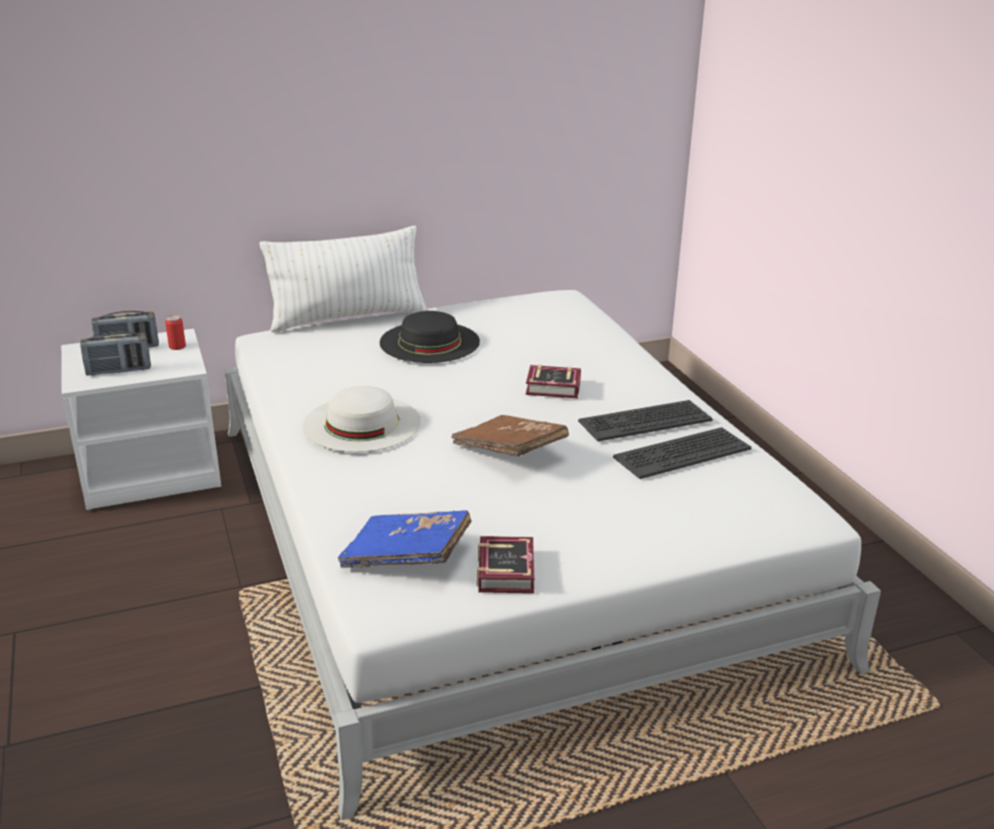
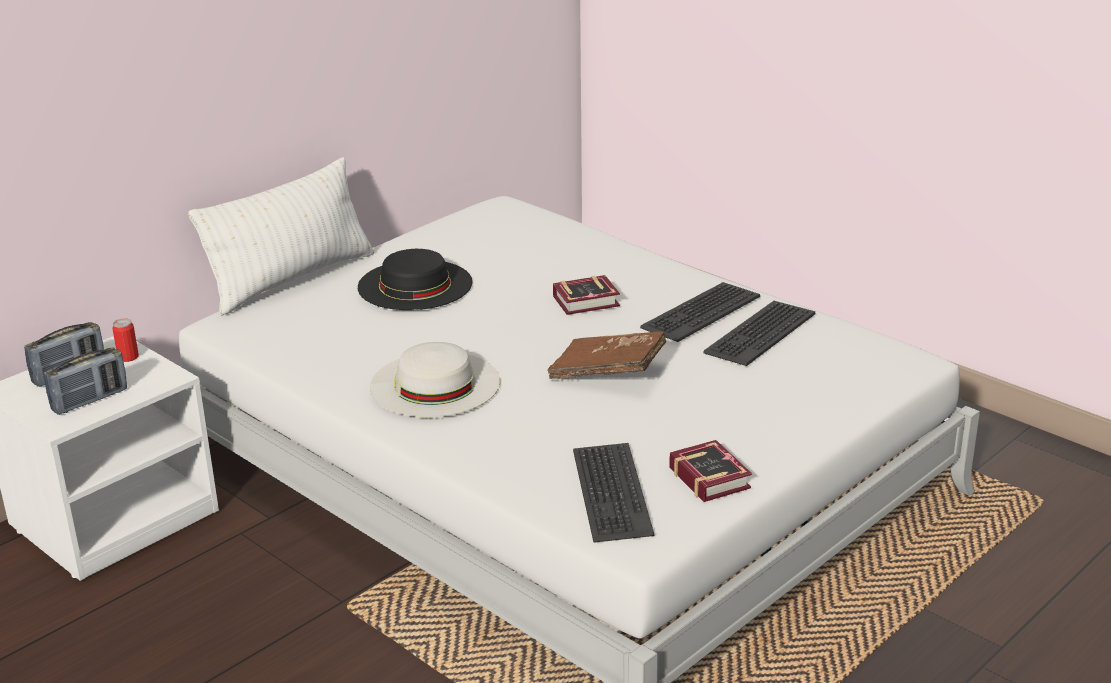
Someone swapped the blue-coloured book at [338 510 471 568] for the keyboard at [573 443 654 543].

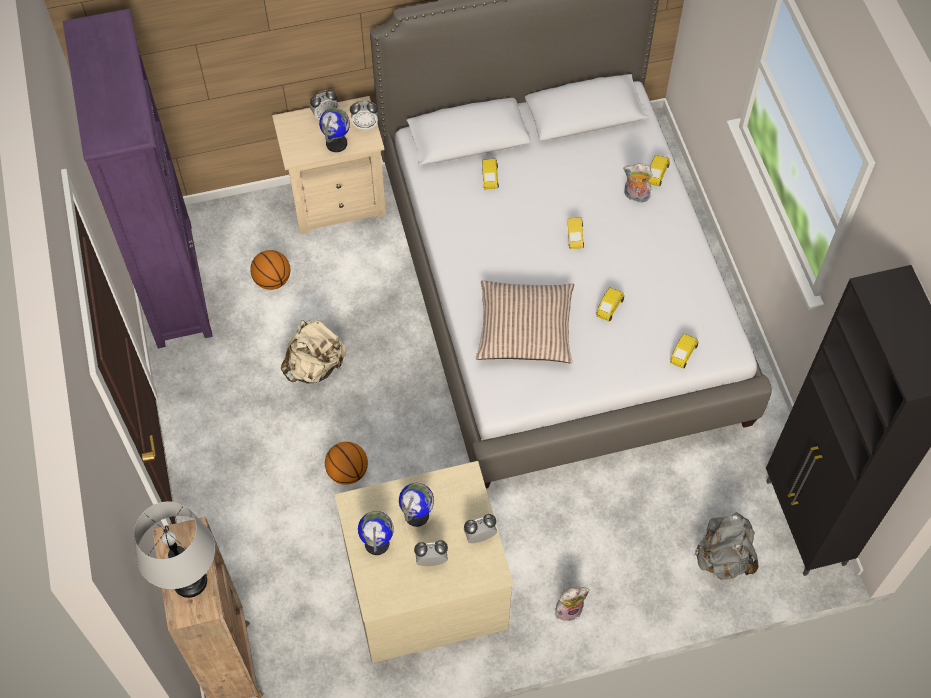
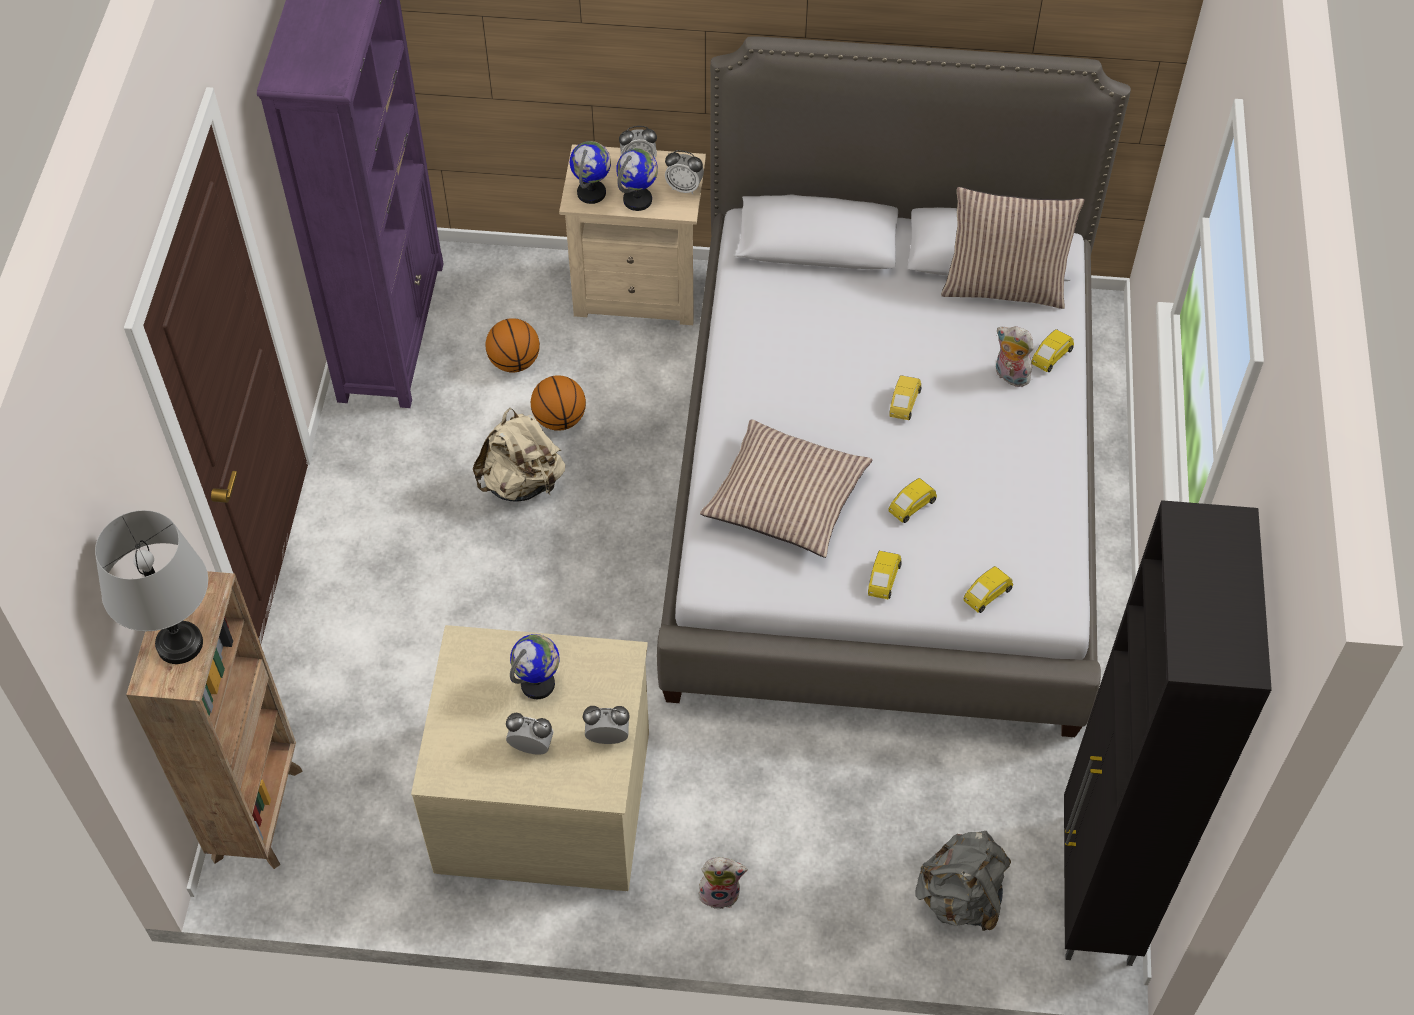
Someone put down the throw pillow at [941 187 1084 309]. Someone carried the ball for basketball from [325 442 368 485] to [531 375 586 431]. Someone carried the desk globe from [358 511 394 555] to [570 141 611 204]. Someone carried the yellowish model car from [482 159 499 190] to [868 551 902 600].

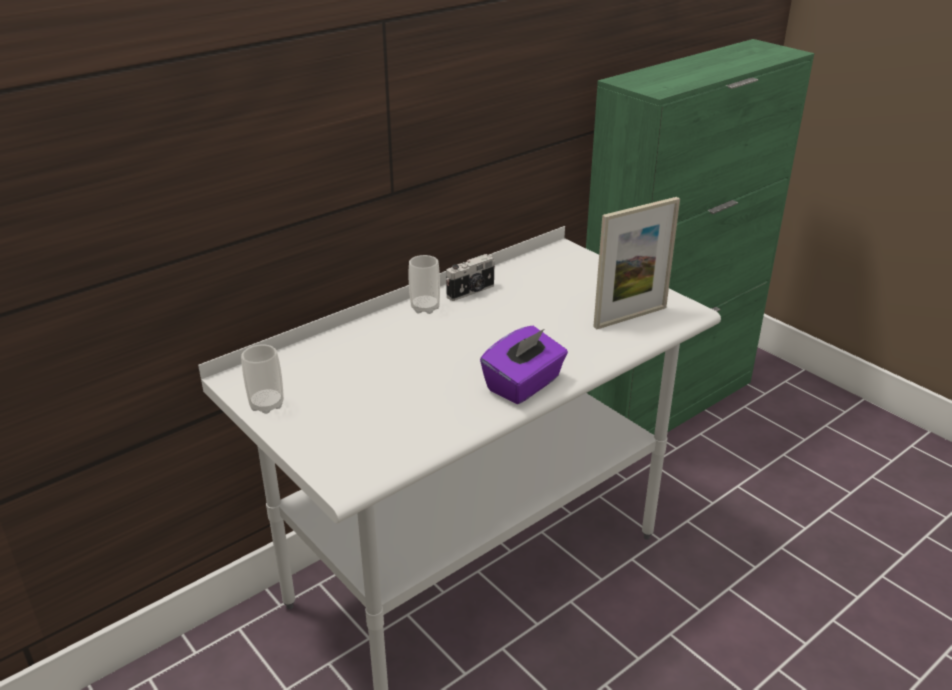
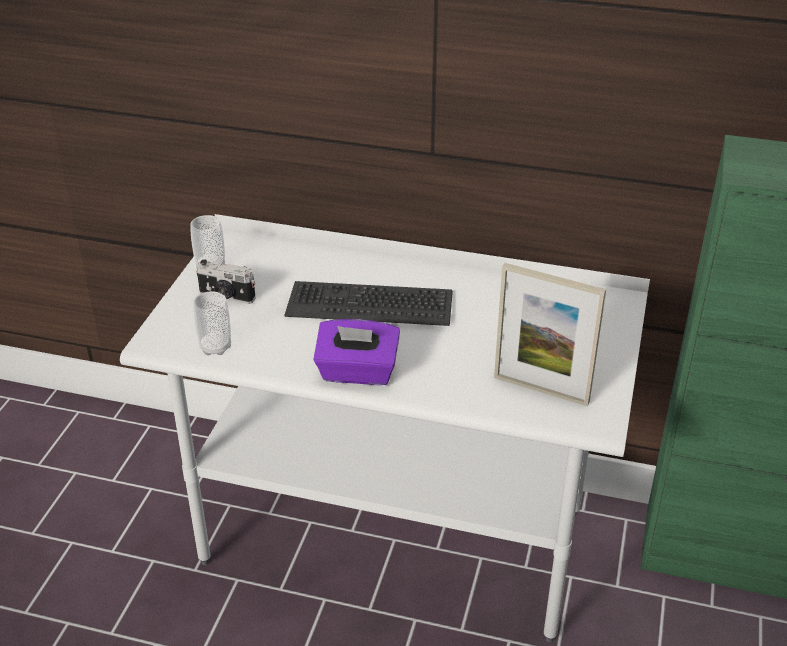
Someone put down the keyboard at [284 281 453 326]. Someone carried the small cup from [409 255 440 314] to [193 291 231 355]. Someone carried the photo camera from [446 254 495 301] to [196 260 256 304].

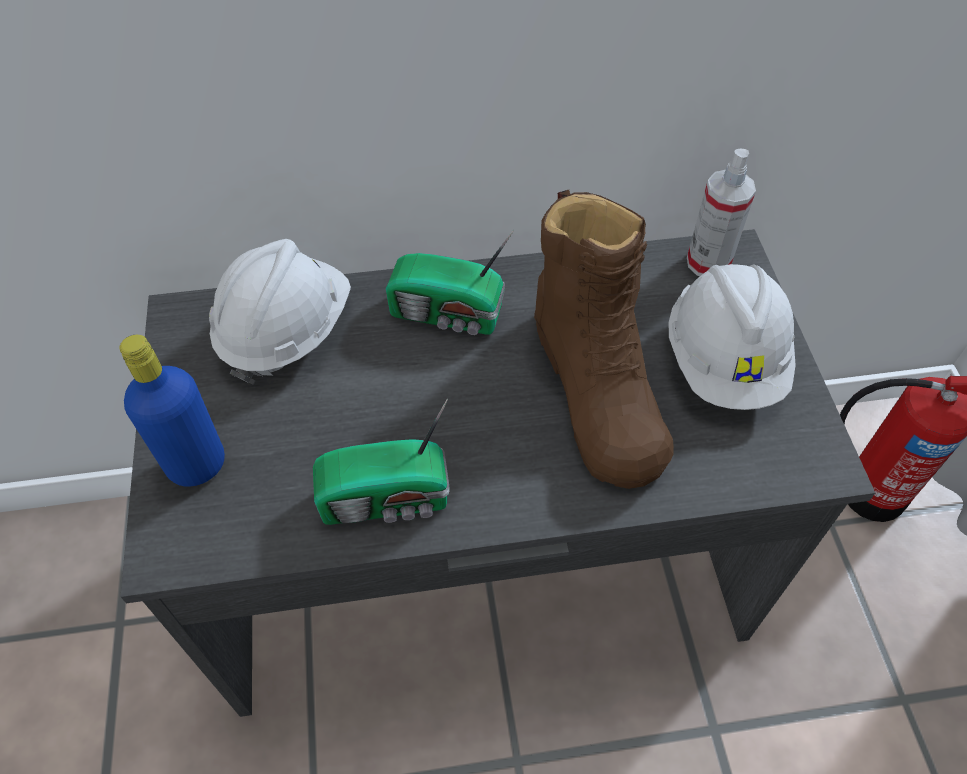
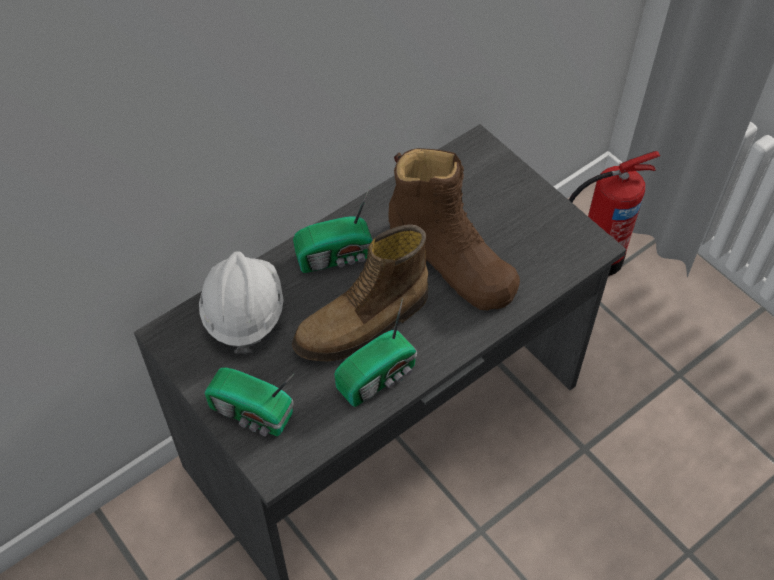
Someone took away the white-coloured work helmet at [668 264 796 410]. Someone took away the spray bottle at [687 148 756 276]. Someone put down the tall boot at [292 225 428 361]. Someone swapped the blue-coloured drink bottle at [119 335 225 486] for the radio receiver at [205 367 295 436].

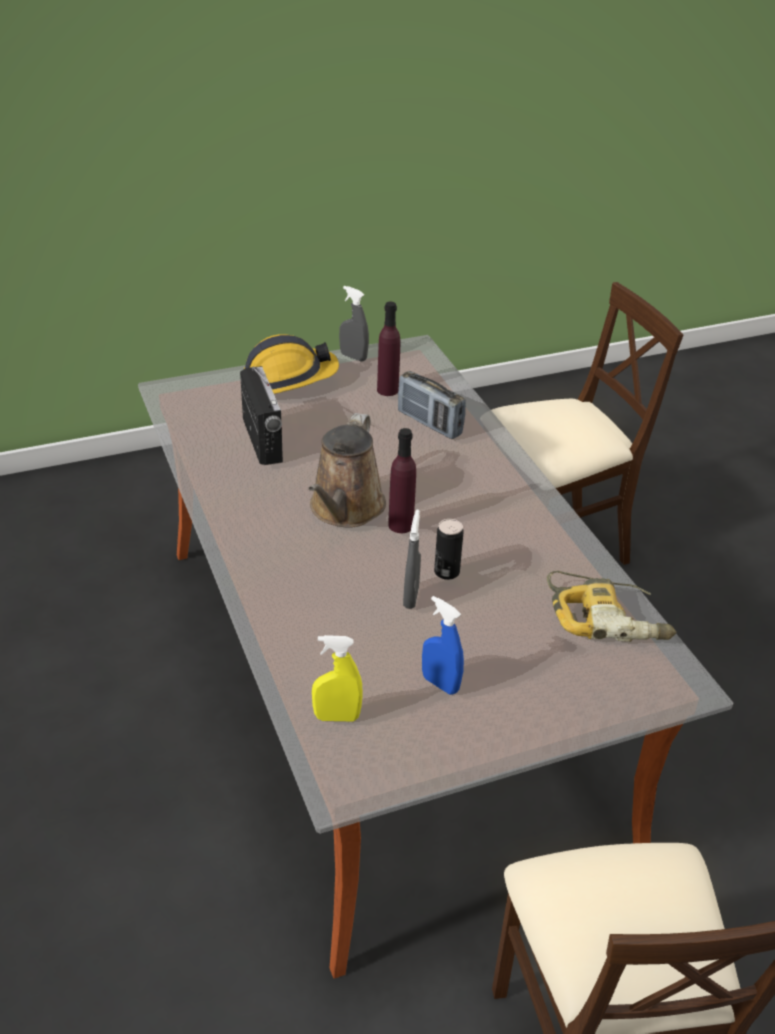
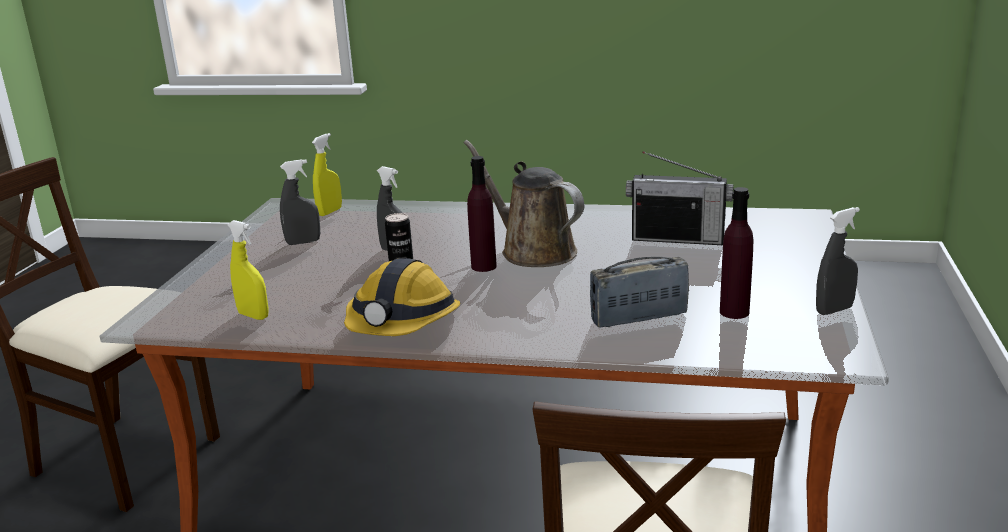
Someone carried the work helmet from [244 334 339 394] to [344 258 461 336]. Someone swapped the electric drill at [547 571 677 642] for the yellowish spray bottle at [228 220 268 320]. Someone repainted the blue-coloured spray bottle at [422 596 464 695], which became the grey spray bottle at [280 159 320 245].

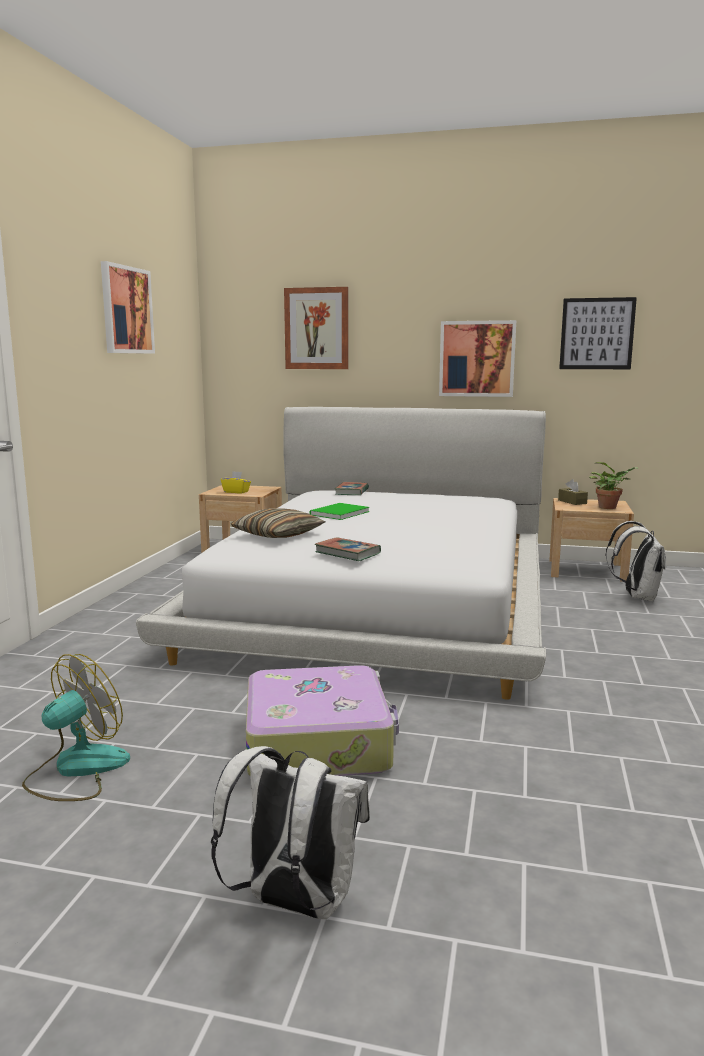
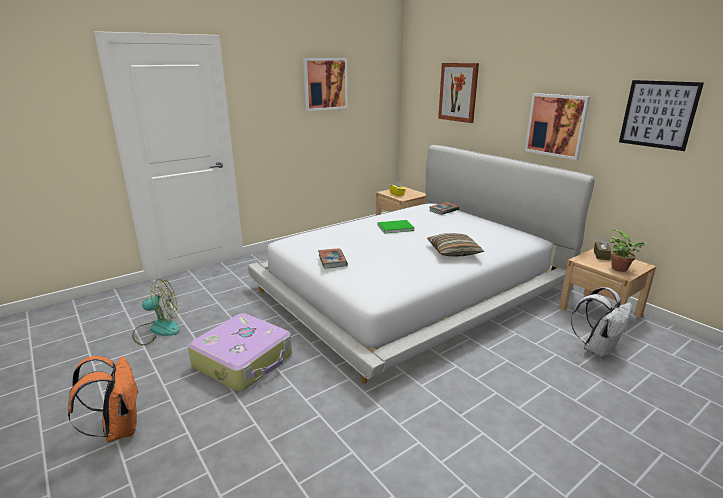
Someone carried the throw pillow from [231 508 326 538] to [427 233 485 257]. Someone repainted the white-coloured knapsack at [211 746 370 919], which became the orangey knapsack at [68 356 139 442].

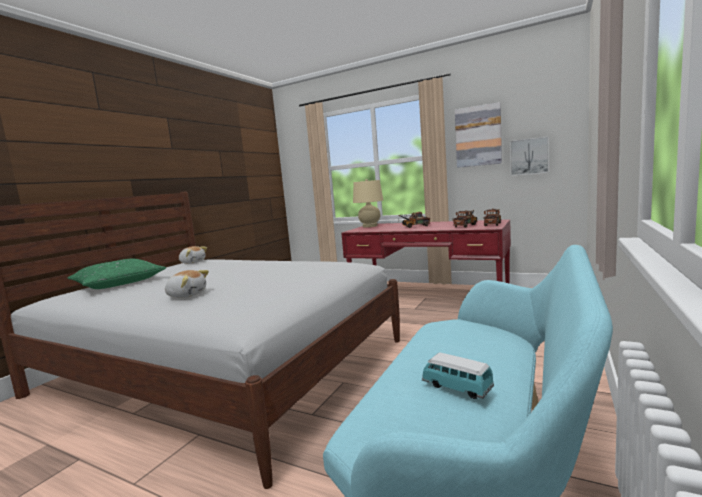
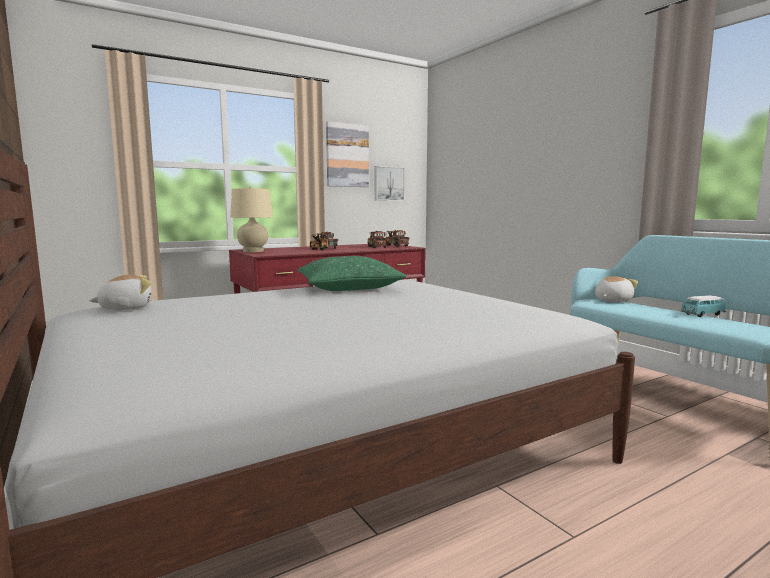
Someone carried the green throw pillow from [68 259 166 289] to [298 256 406 291]. Someone carried the cuddly toy from [165 270 209 298] to [595 276 638 302].

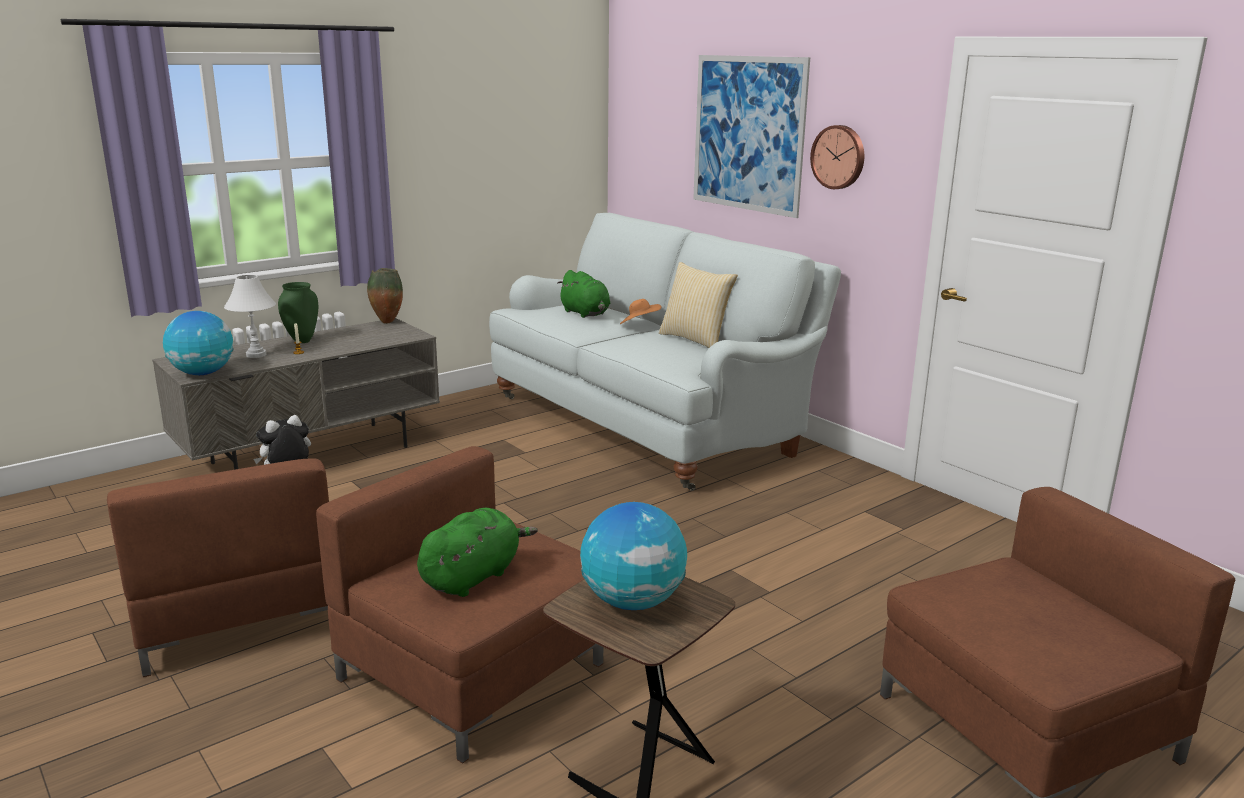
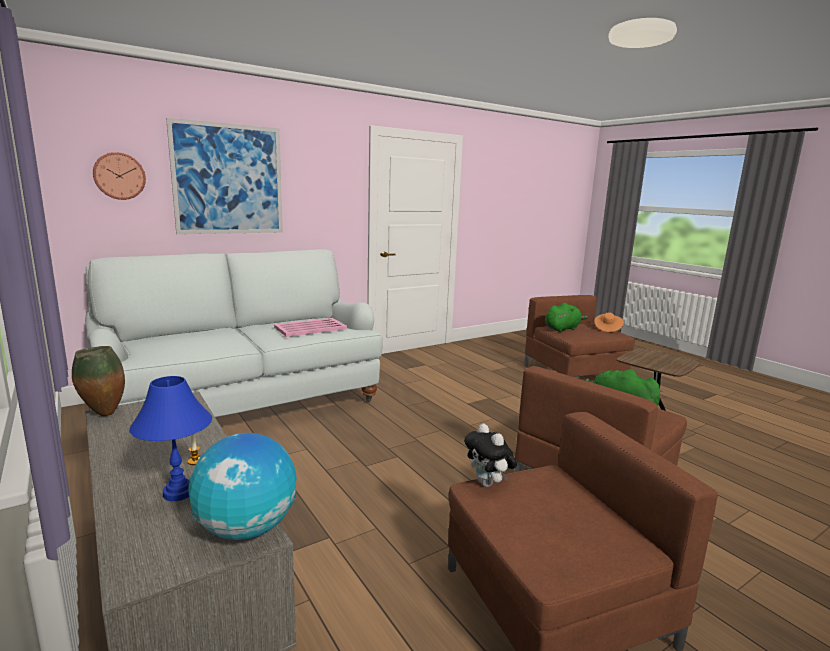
Someone took away the green decorative vase at [278 282 318 343]. Someone took away the desk globe at [580 502 687 610]. Someone took away the throw pillow at [659 262 738 348]. Someone put down the pinkish carrying tray at [274 318 347 337]. Someone carried the green cuddly toy from [557 270 610 318] to [545 303 588 332]. Someone carried the orangey wearable hat from [620 299 662 324] to [594 313 624 332]. Someone carried the hanging clock from [810 125 864 189] to [93 152 146 200]. Someone repainted the white-coloured lamp for a table at [224 275 276 358], which became the blue-coloured lamp for a table at [129 376 212 501].

